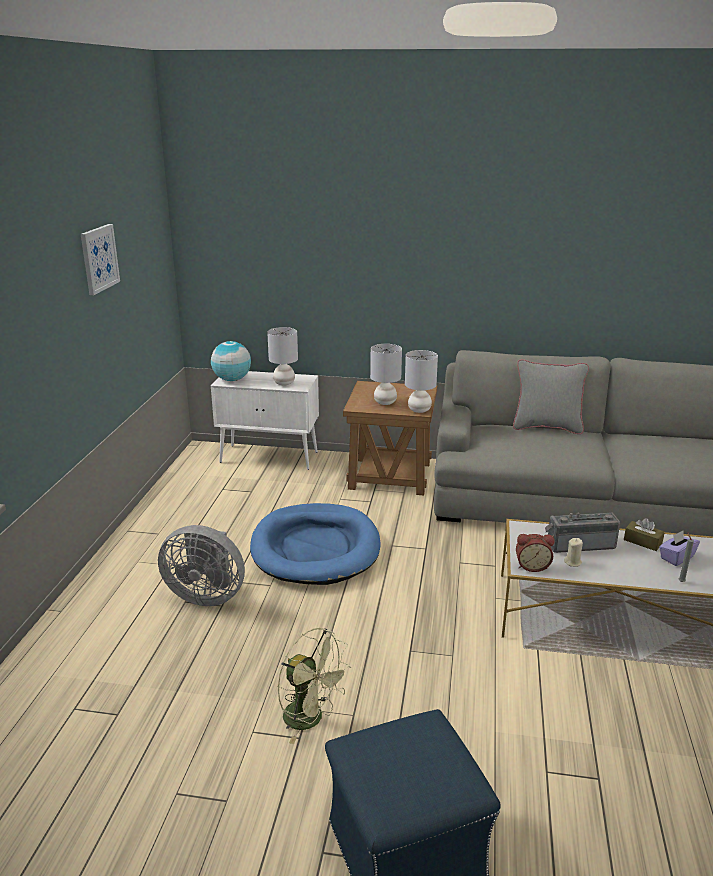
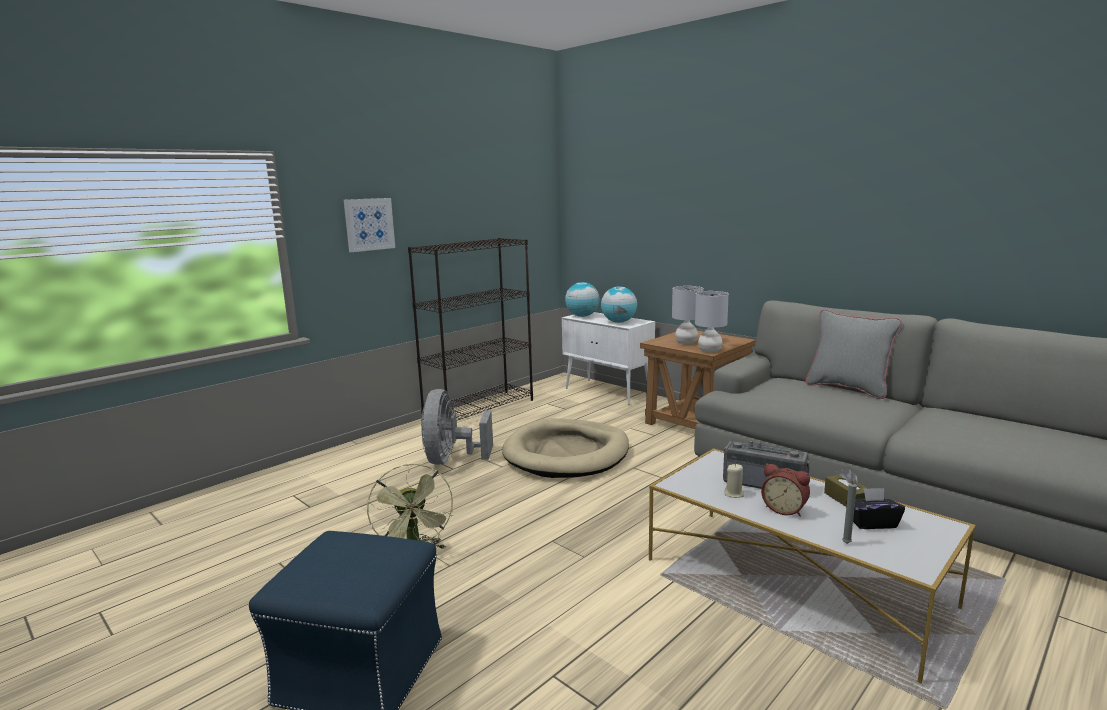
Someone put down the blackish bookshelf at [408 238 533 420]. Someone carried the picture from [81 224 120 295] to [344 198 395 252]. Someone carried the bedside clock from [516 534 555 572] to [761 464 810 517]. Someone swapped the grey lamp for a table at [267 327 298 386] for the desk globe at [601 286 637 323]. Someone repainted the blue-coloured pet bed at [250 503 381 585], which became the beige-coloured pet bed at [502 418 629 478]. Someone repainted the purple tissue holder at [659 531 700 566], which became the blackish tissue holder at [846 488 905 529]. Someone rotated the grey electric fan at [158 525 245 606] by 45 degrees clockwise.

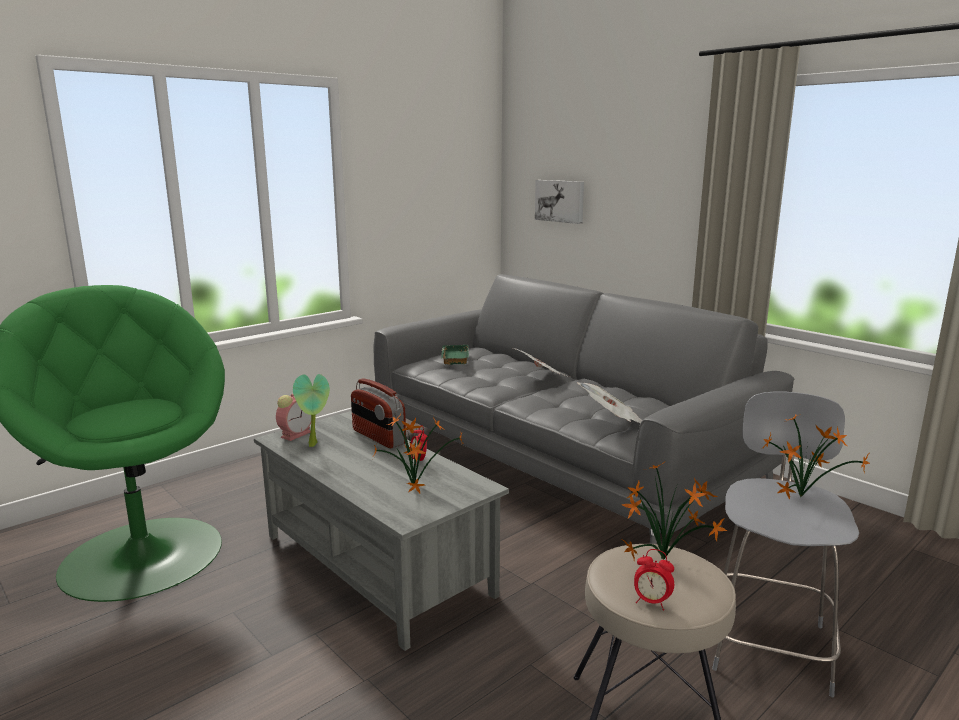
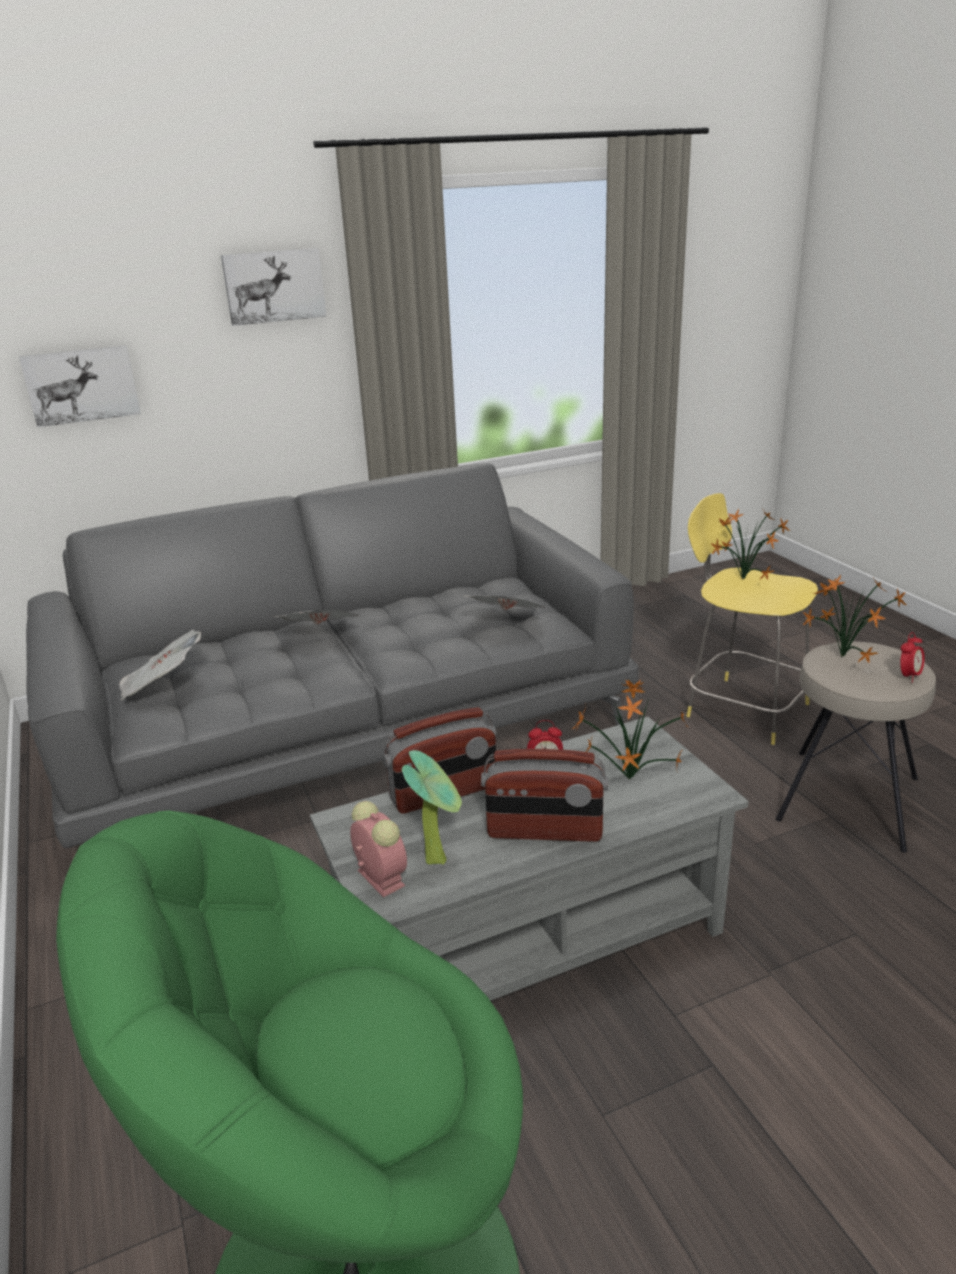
Someone put up the picture at [221 248 326 326]. Someone put down the radio receiver at [481 749 608 842]. Someone swapped the green carrying tray at [441 345 469 365] for the printed paper at [119 629 201 700]. Someone repainted the grey stool at [712 392 859 697], which became the yellowish stool at [686 493 818 745].

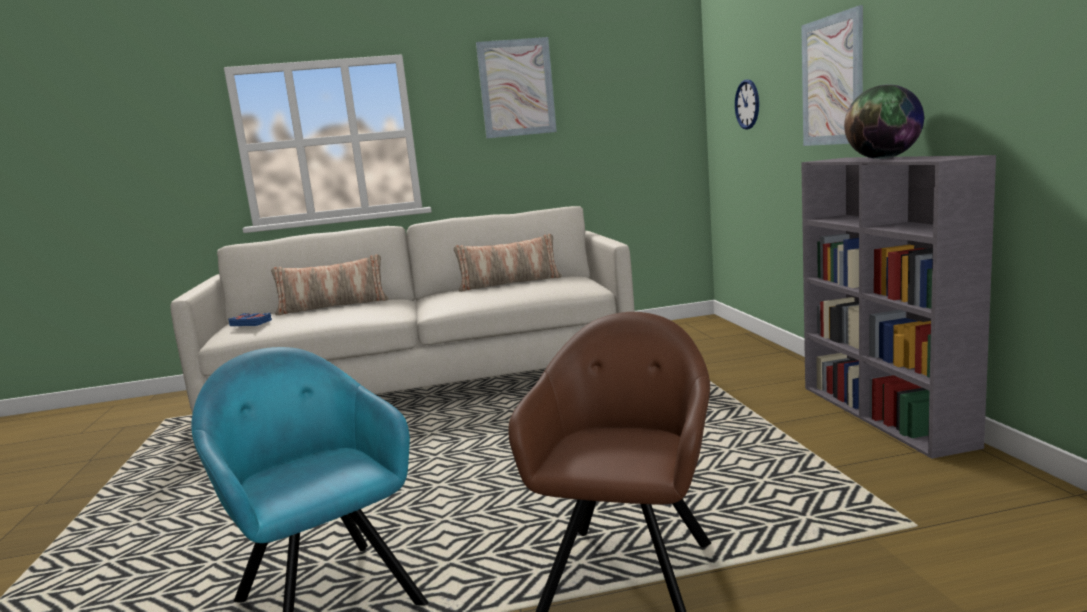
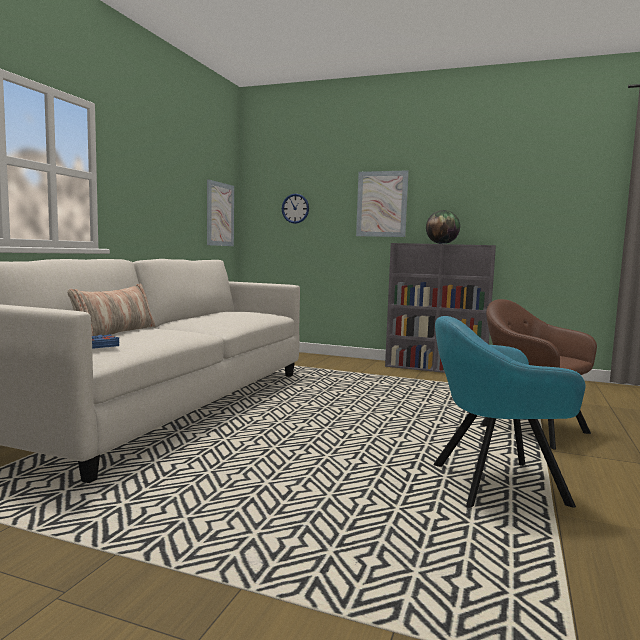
Someone took away the throw pillow at [454 234 562 292]. Someone carried the picture from [476 37 557 139] to [207 179 234 246].

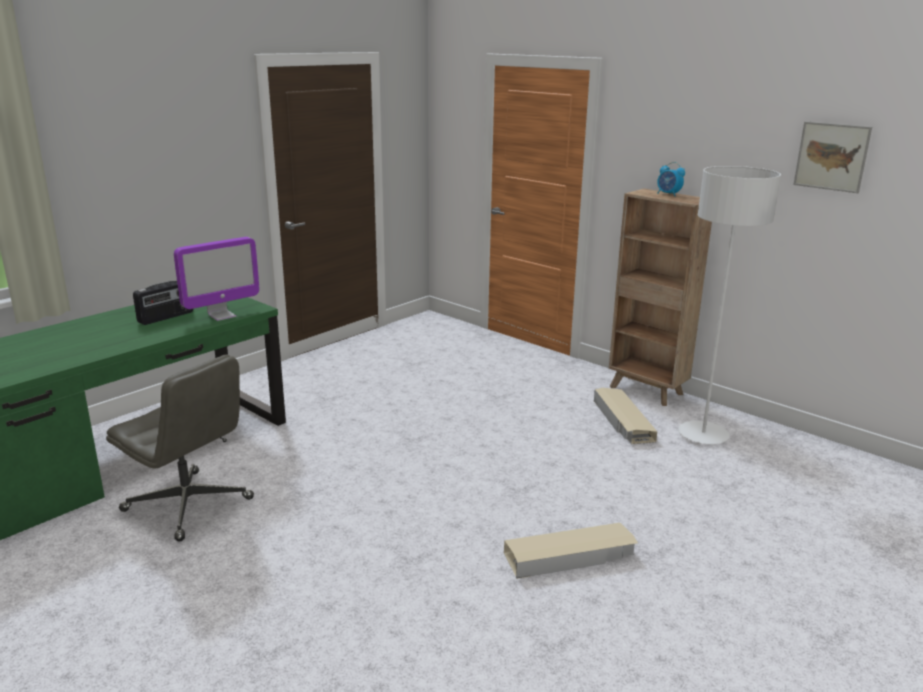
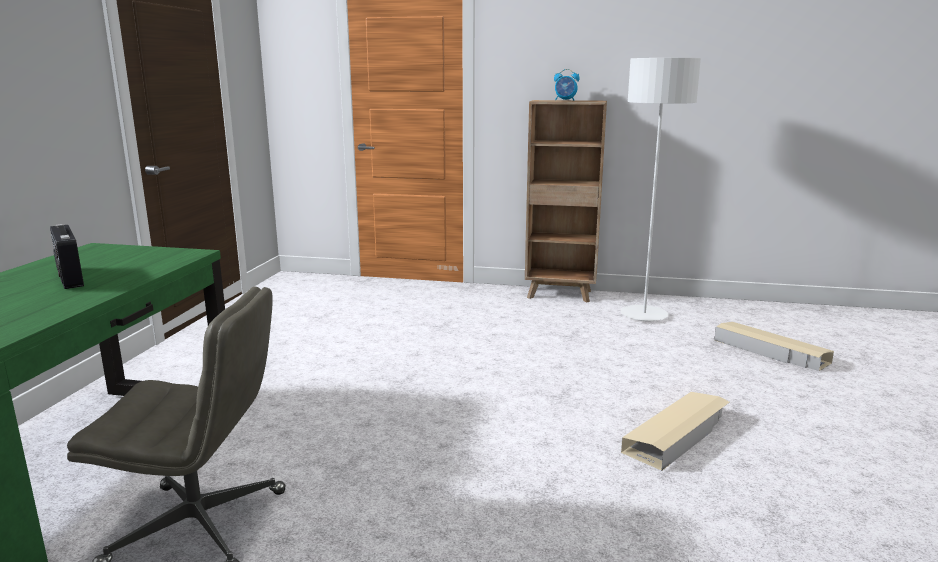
Someone took away the monitor at [174 237 260 321]. Someone took away the picture at [793 121 872 193]. Someone carried the beige-coloured storage box from [594 388 657 444] to [714 322 834 371]. Someone rotated the radio receiver at [133 281 193 325] by 135 degrees clockwise.

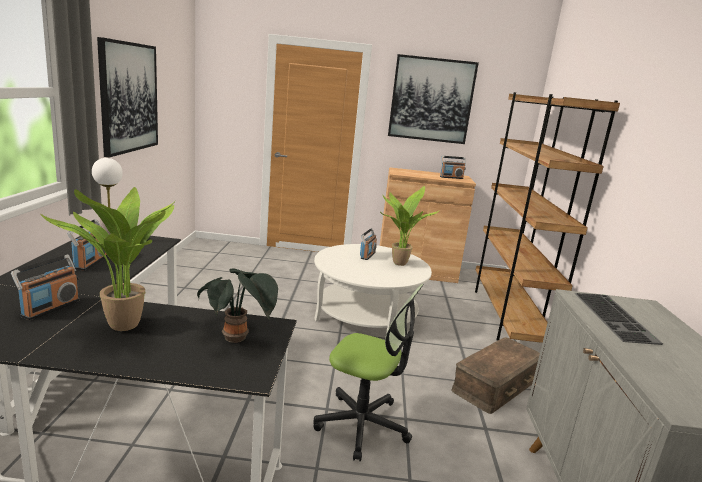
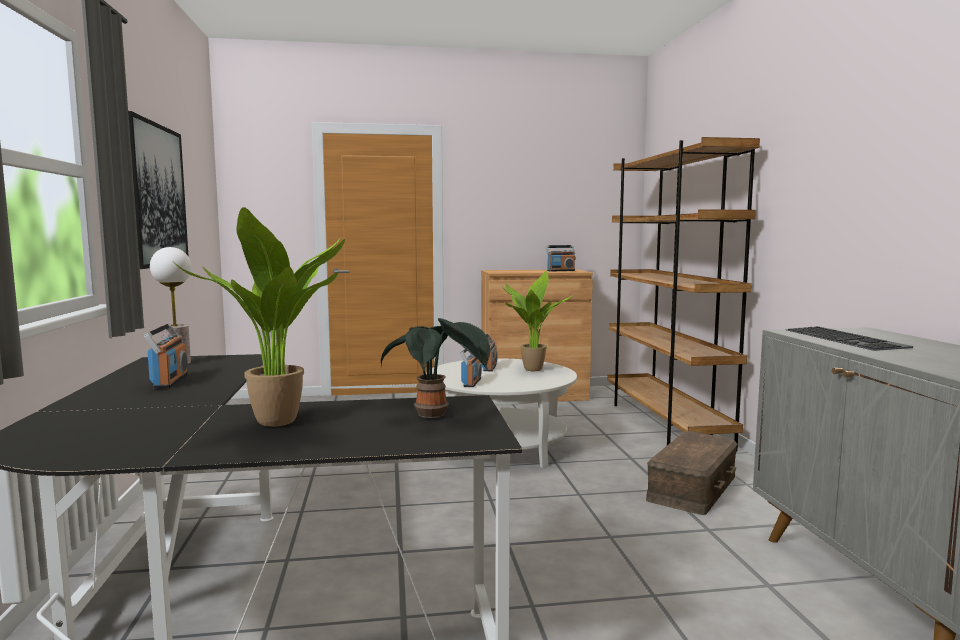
Someone took away the desk chair at [313 284 424 461]. Someone took away the picture at [388 54 479 144]. Someone carried the radio receiver from [11 254 79 320] to [460 349 482 387].

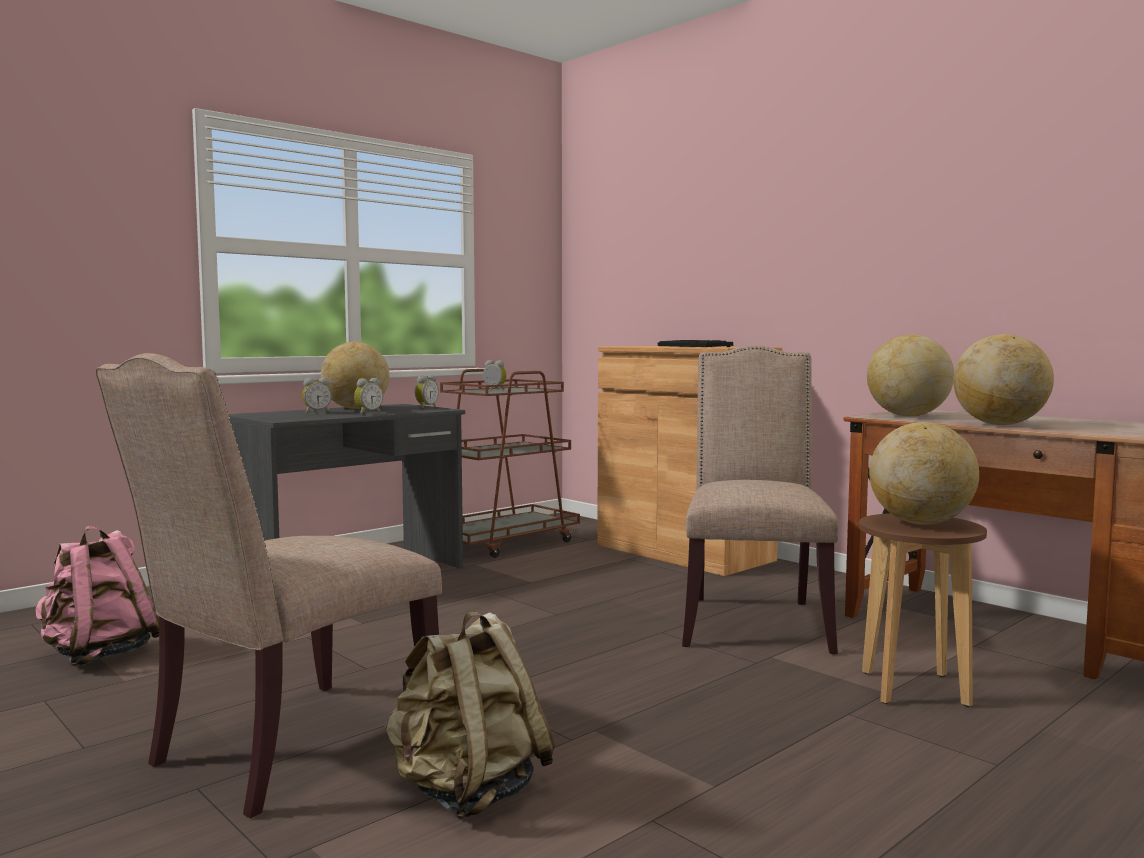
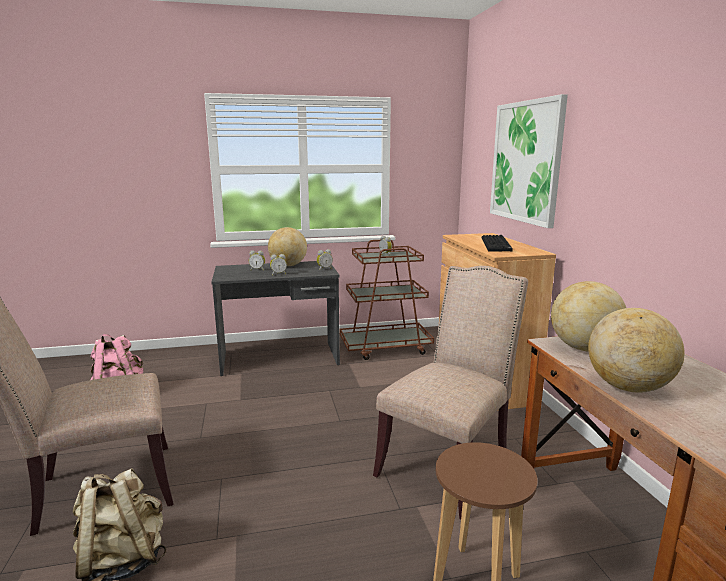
Someone took away the desk globe at [869 422 979 525]. Someone put up the picture at [490 94 568 228].

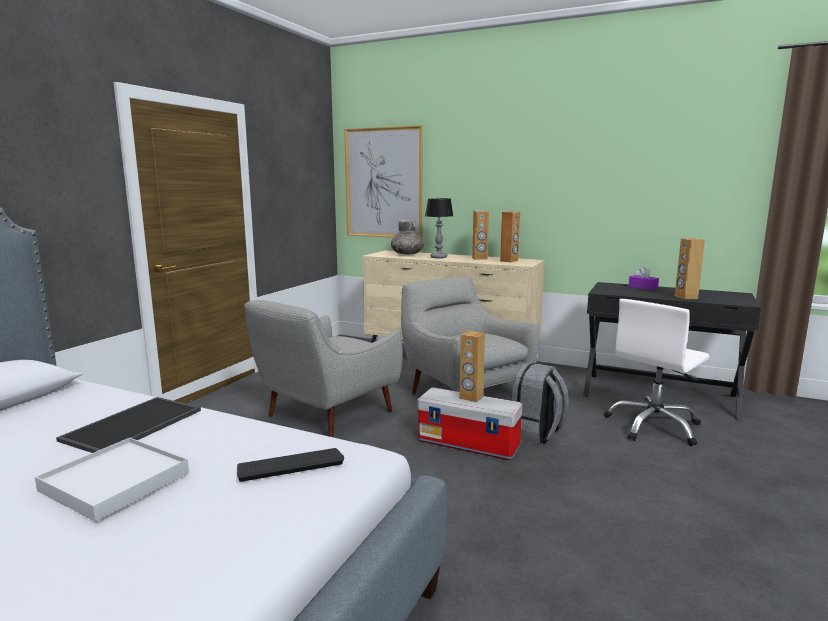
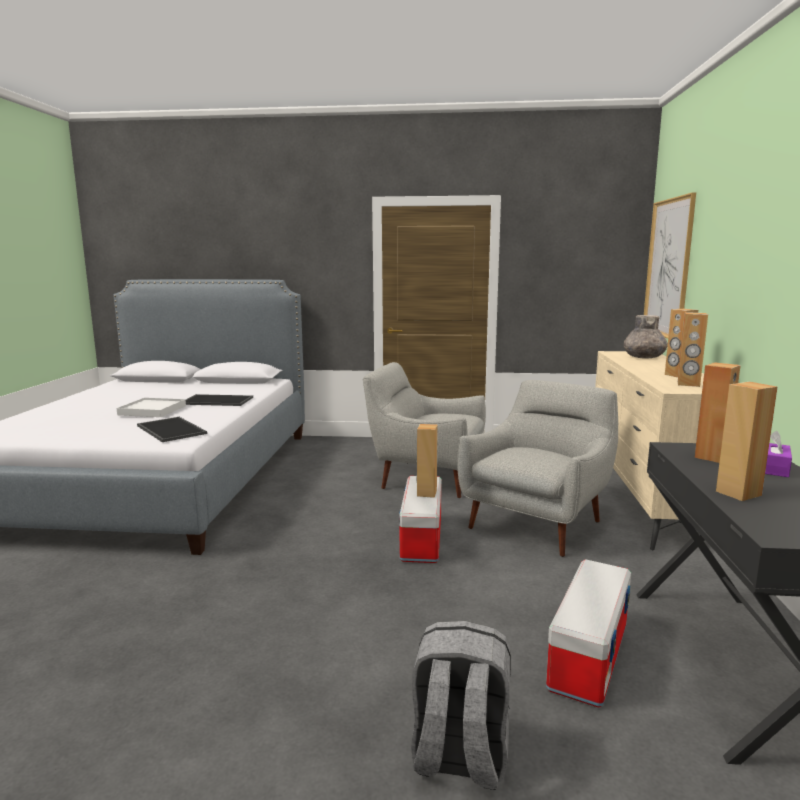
Someone took away the lamp for a table at [425 198 453 258]. Someone put down the brownish audio speaker at [695 362 741 463]. Someone carried the grey knapsack from [512 362 569 445] to [411 621 511 790]. Someone swapped the keyboard at [237 448 344 482] for the carrying tray at [137 417 207 442]. Someone swapped the white-coloured desk chair at [604 299 709 446] for the storage box at [546 559 631 707].

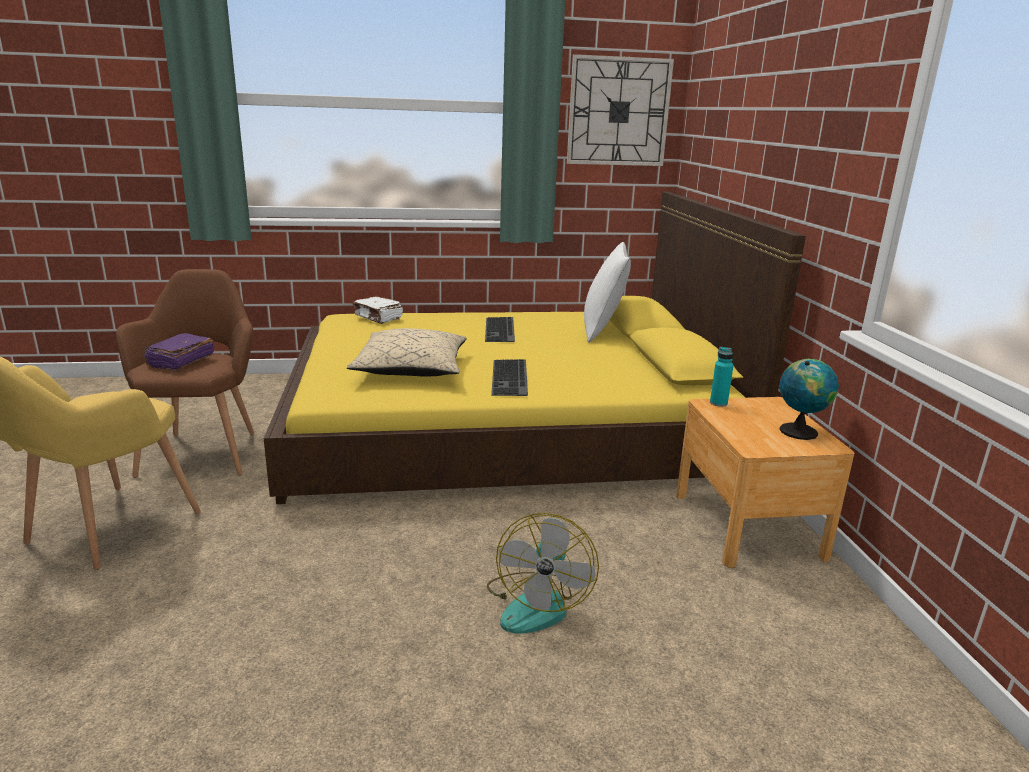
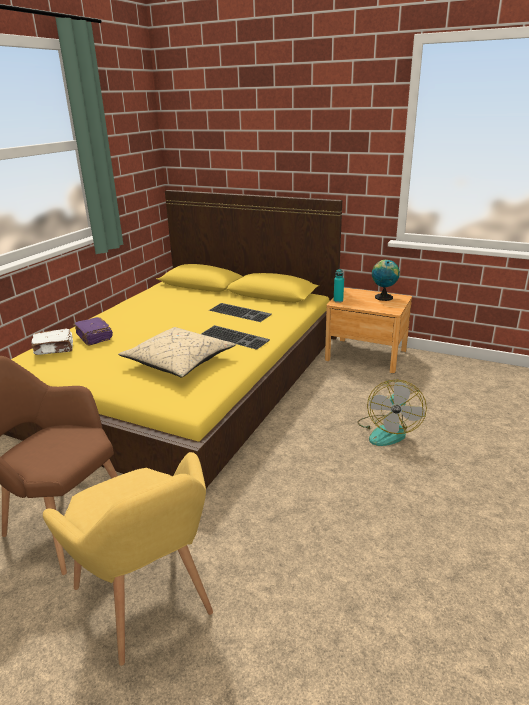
Someone took away the hanging clock at [567 54 674 166]. Someone took away the white-coloured throw pillow at [584 242 631 342]. Someone carried the purple book from [144 333 214 372] to [73 317 113 345]. Someone carried the keyboard from [485 317 515 342] to [209 303 272 322]. Someone rotated the electric fan at [487 513 599 634] by 60 degrees clockwise.

